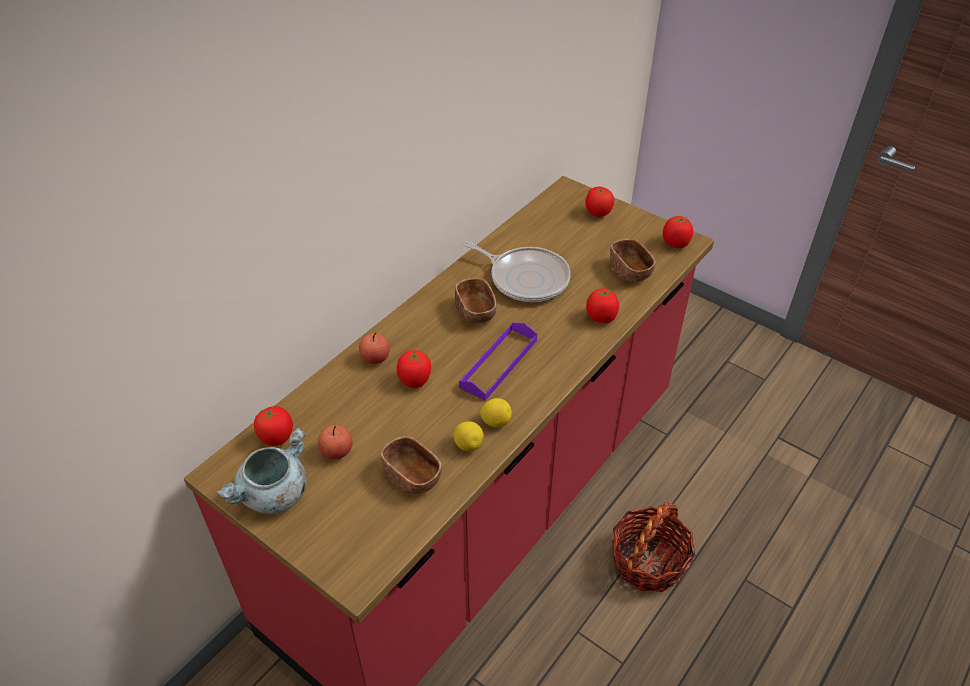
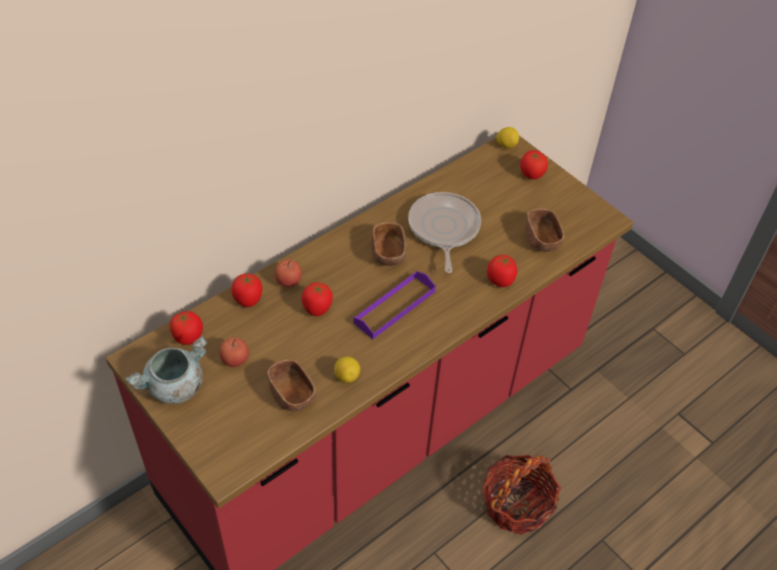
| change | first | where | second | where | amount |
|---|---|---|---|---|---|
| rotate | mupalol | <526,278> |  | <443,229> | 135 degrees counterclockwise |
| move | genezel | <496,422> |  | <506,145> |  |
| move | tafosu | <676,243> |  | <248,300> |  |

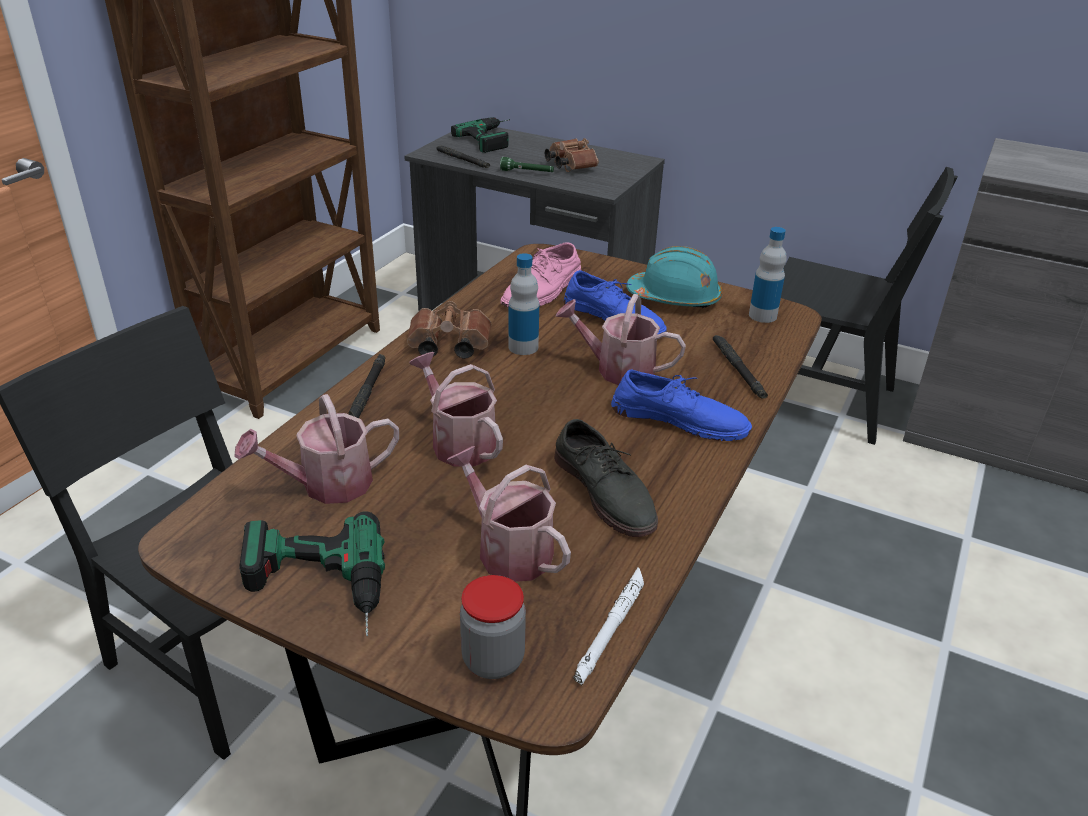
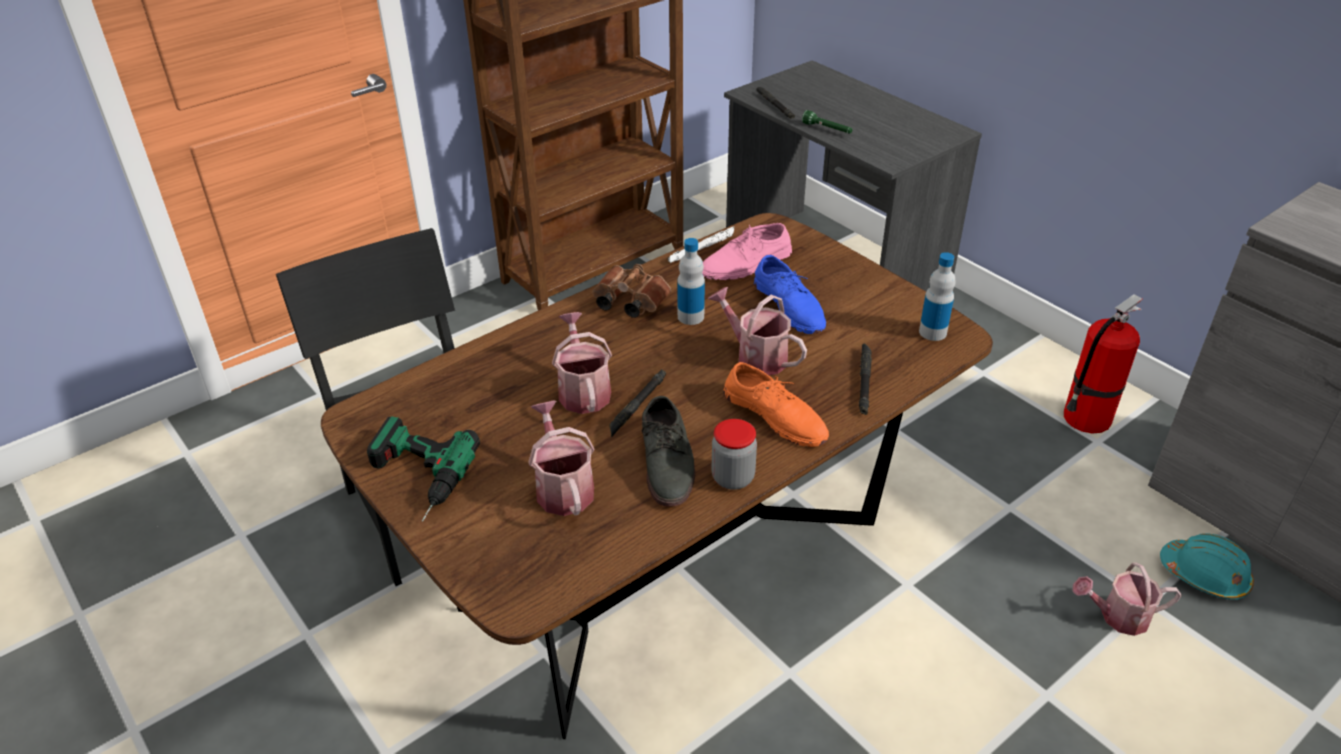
| change | first | where | second | where | amount |
|---|---|---|---|---|---|
| move | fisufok | <326,485> |  | <1117,616> |  |
| move | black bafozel | <368,392> |  | <637,406> |  |
| delete | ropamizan | <494,138> |  |  |  |
| move | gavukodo | <493,660> |  | <733,478> |  |
| delete | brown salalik | <569,165> |  |  |  |
| move | white bafozel | <611,628> |  | <702,248> |  |
| recolor | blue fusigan | <679,419> | orange fusigan | <775,415> |  |
| move | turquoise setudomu | <674,298> |  | <1204,575> |  |
| replace | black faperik | <821,399> | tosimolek | <1085,419> |  |

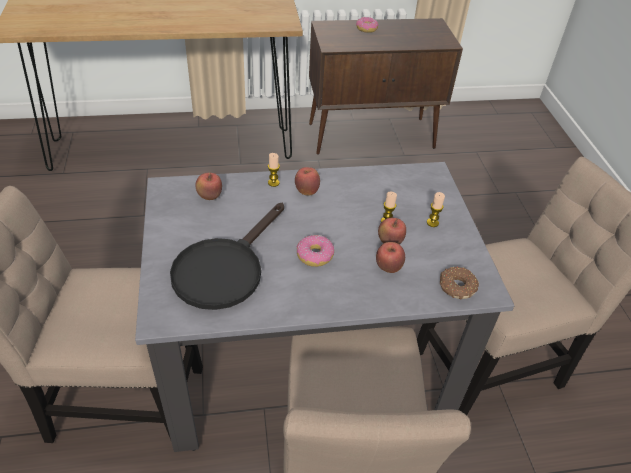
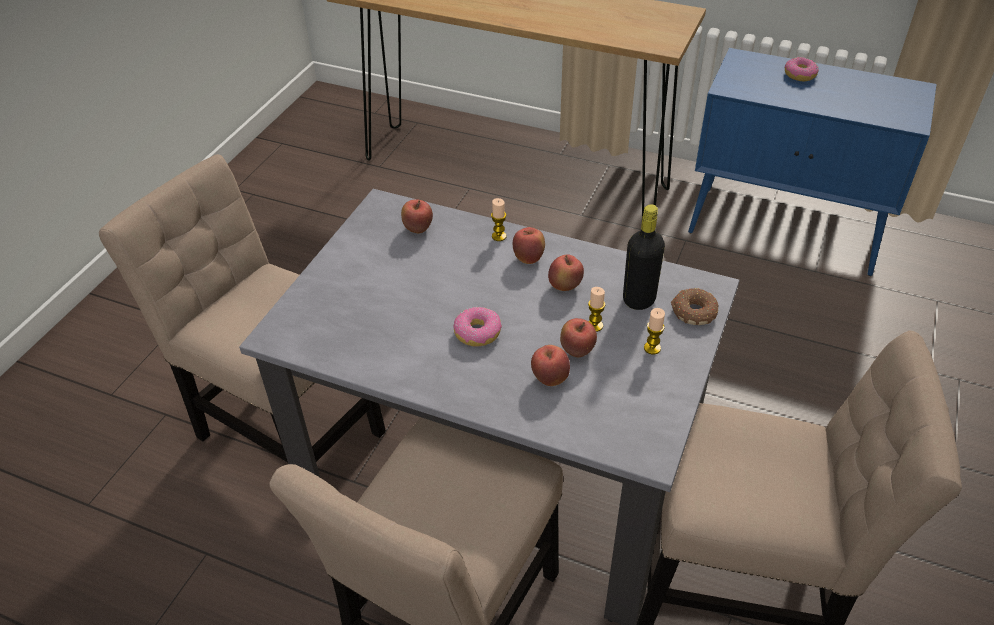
| change | first | where | second | where | amount |
|---|---|---|---|---|---|
| delete | black mupalol | <224,268> |  |  |  |
| recolor | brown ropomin | <372,136> | blue ropomin | <786,231> |  |
| move | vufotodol | <456,287> |  | <693,312> |  |
| insert |  |  | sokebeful | <565,286> |  |
| insert |  |  | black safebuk | <639,299> |  |

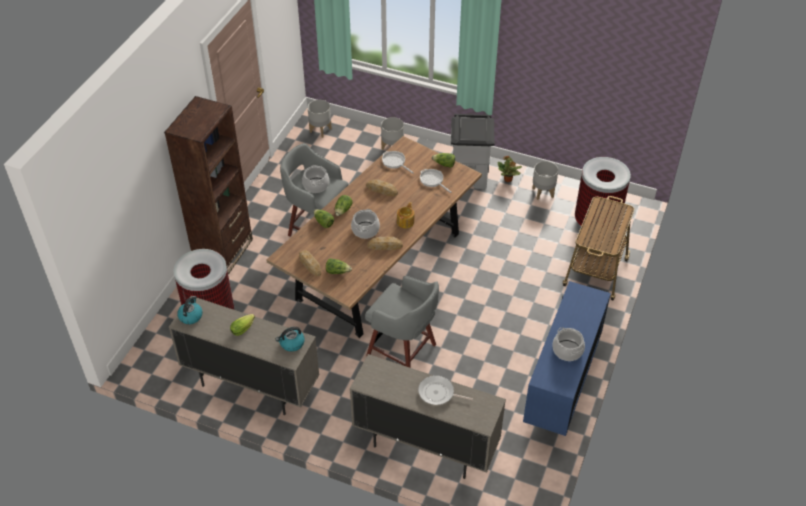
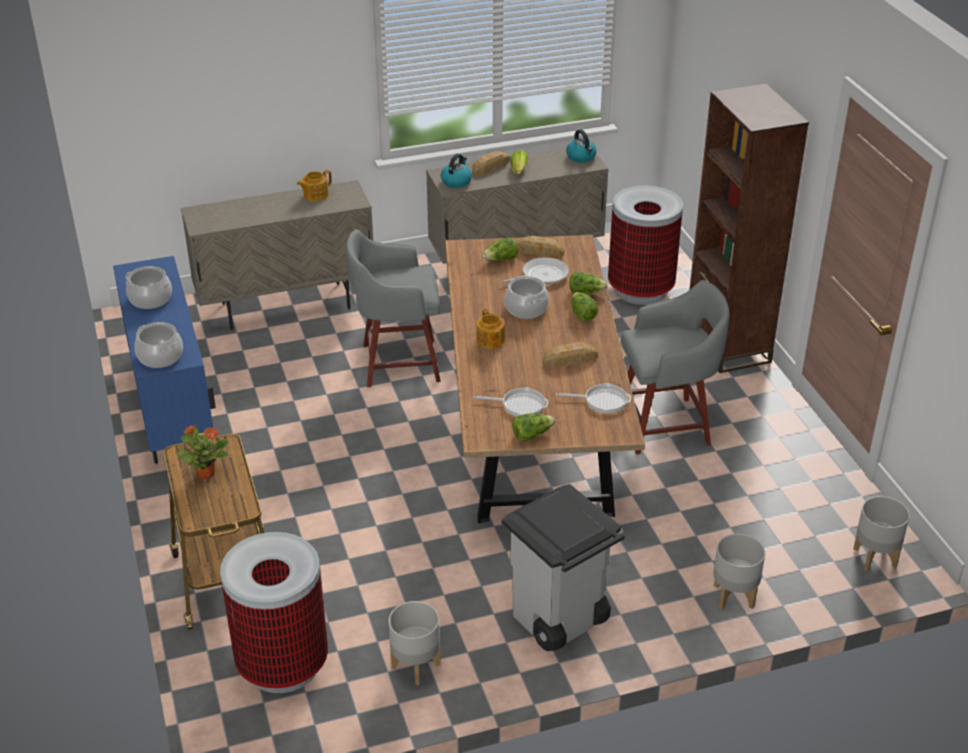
| change | first | where | second | where | amount |
|---|---|---|---|---|---|
| move | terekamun | <316,185> |  | <160,357> |  |
| move | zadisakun | <385,246> |  | <491,167> |  |
| move | mupalol | <438,393> |  | <542,275> |  |
| move | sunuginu | <508,179> |  | <205,473> |  |
| insert |  |  | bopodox | <315,195> |  |

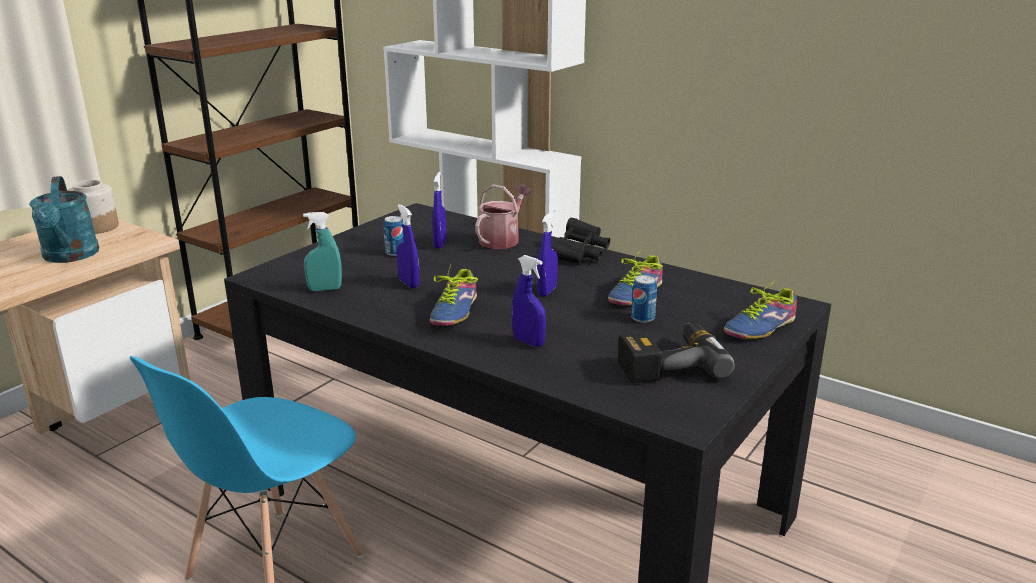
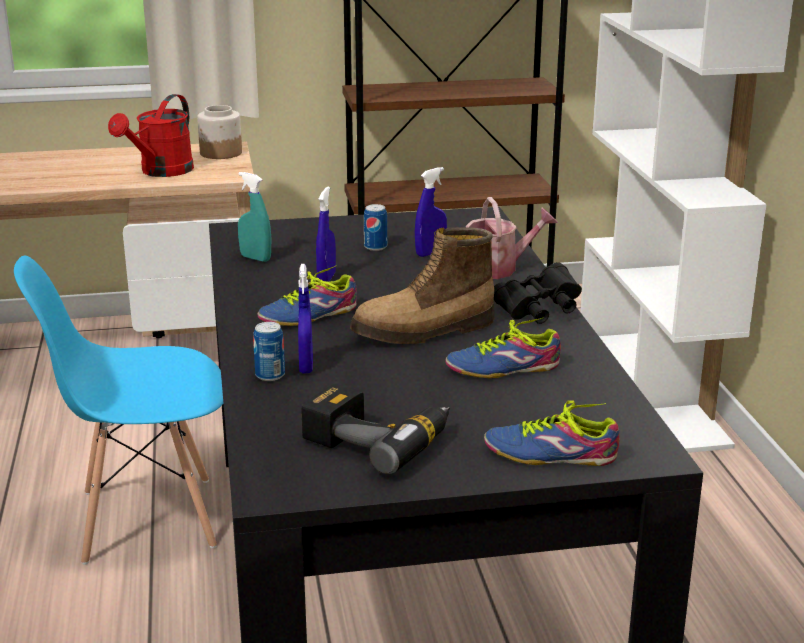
| change | first | where | second | where | amount |
|---|---|---|---|---|---|
| recolor | turquoise fisufok | <70,256> | red fisufok | <161,172> |  |
| replace | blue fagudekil | <547,291> | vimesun | <425,331> |  |
| move | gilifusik | <642,318> |  | <270,375> |  |

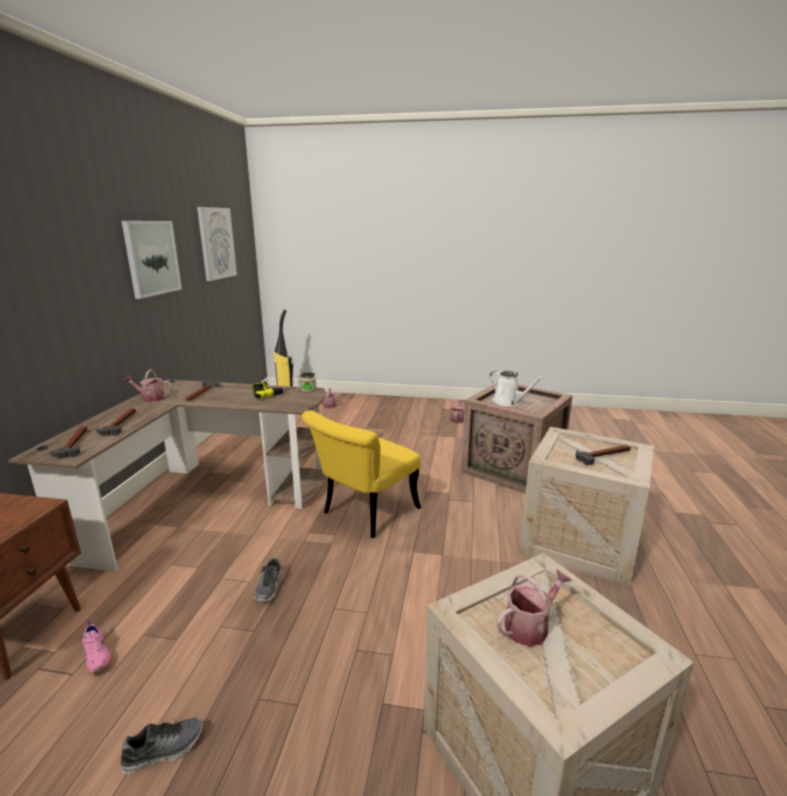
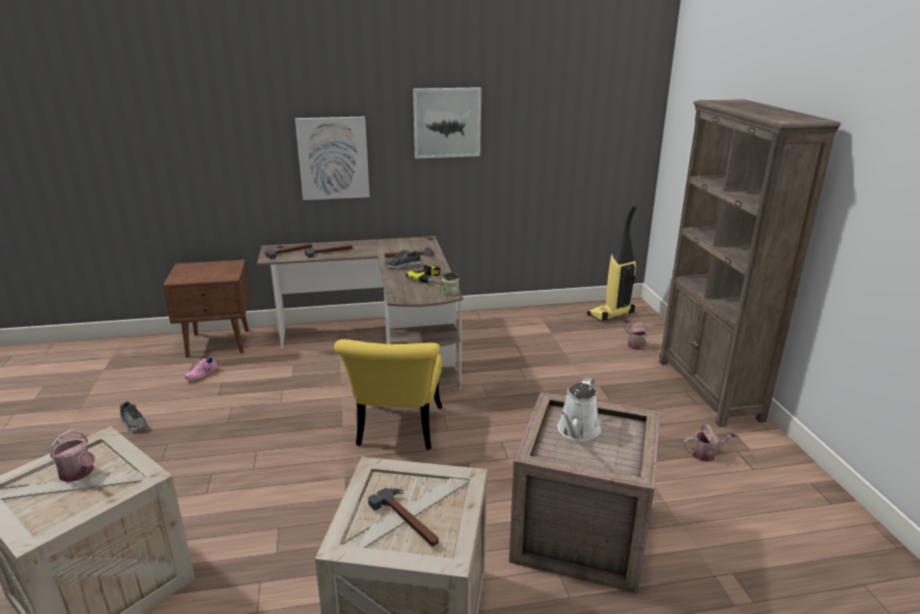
| change | first | where | second | where | amount |
|---|---|---|---|---|---|
| delete | fisufok | <150,398> |  |  |  |
| move | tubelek | <216,243> |  | <333,158> |  |
| move | fusigan | <269,587> |  | <402,266> |  |
| rotate | yellow faperik | <364,514> |  | <397,432> | 105 degrees counterclockwise |
| insert |  |  | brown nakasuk | <709,390> |  |

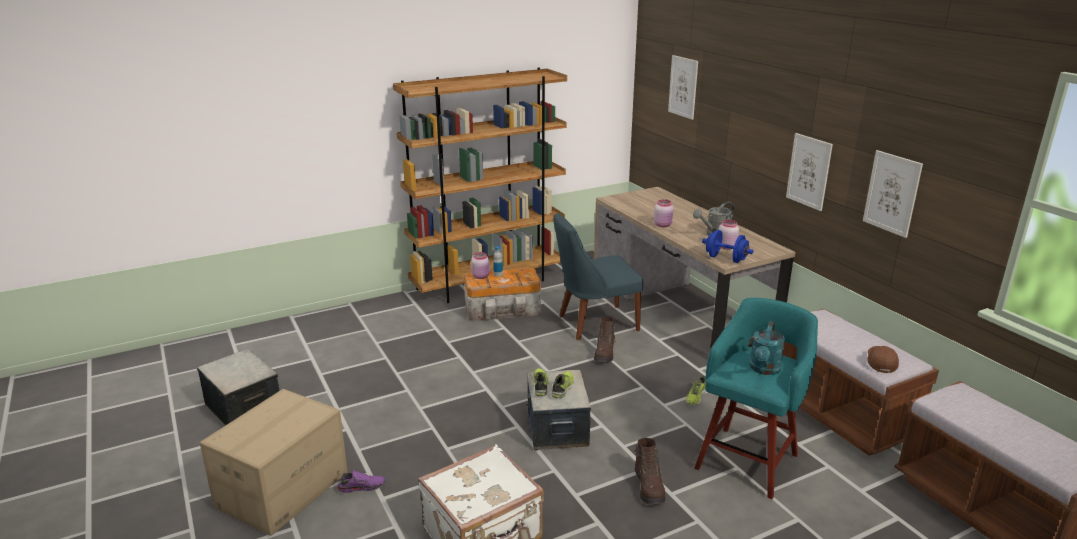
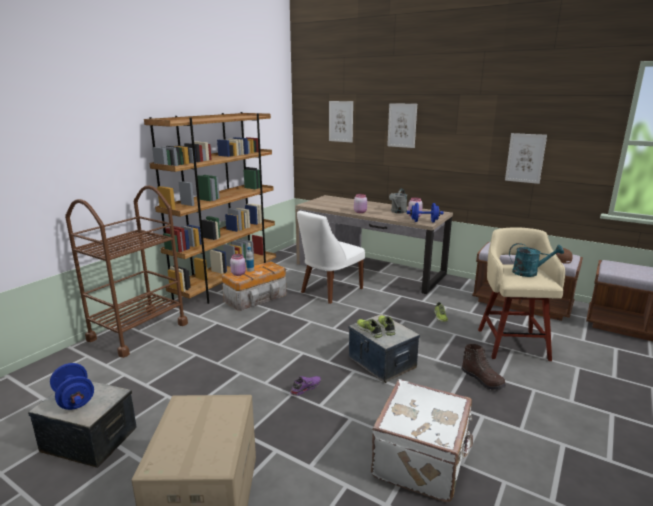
| change | first | where | second | where | amount |
|---|---|---|---|---|---|
| move | purple fusigan | <362,486> |  | <305,388> |  |
| recolor | blue faperik | <594,323> | white faperik | <329,291> |  |
| delete | brown vimesun | <604,353> |  |  |  |
| recolor | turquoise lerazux | <748,460> | beige lerazux | <512,343> |  |
| rotate | turquoise fisufok | <764,370> |  | <529,273> | 75 degrees counterclockwise |
| move | tubelek | <809,171> |  | <402,125> |  |
| insert |  |  | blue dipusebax | <75,399> |  |
| insert |  |  | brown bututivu | <138,331> |  |

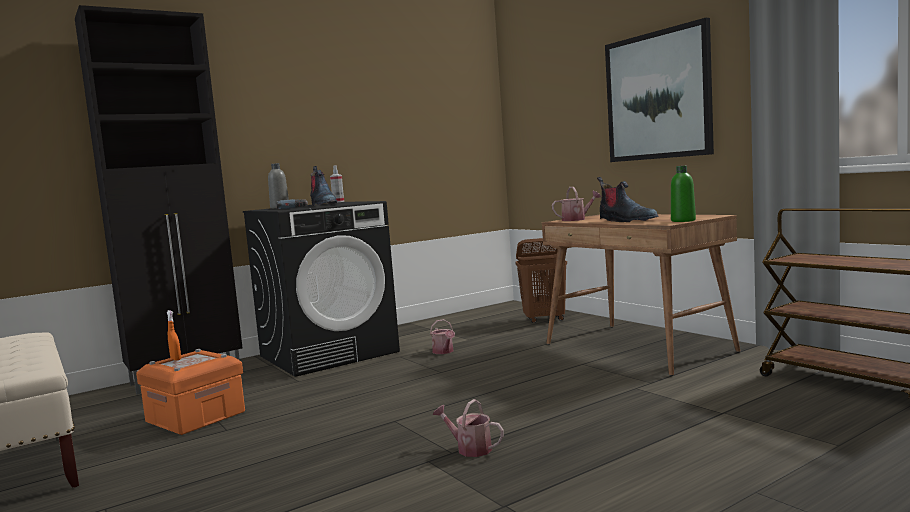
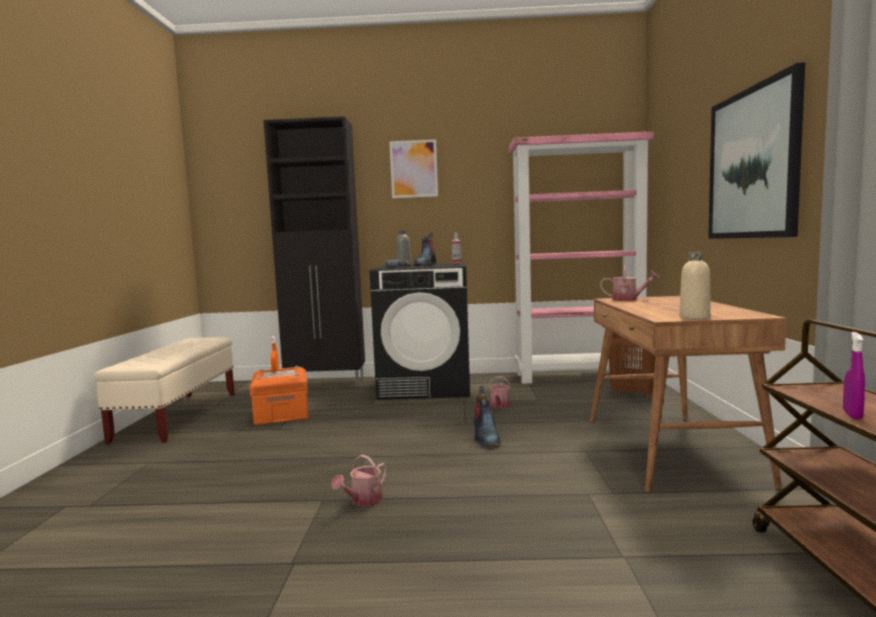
| change | first | where | second | where | amount |
|---|---|---|---|---|---|
| rotate | fisufok | <470,448> |  | <363,501> | 120 degrees counterclockwise |
| move | vimesun | <626,221> |  | <485,436> |  |
| recolor | green safebuk | <683,221> | beige safebuk | <694,317> |  |
| insert |  |  | tubelek | <413,169> |  |
| insert |  |  | pink nakasuk | <579,376> |  |
| insert |  |  | purple fagudekil | <852,415> |  |

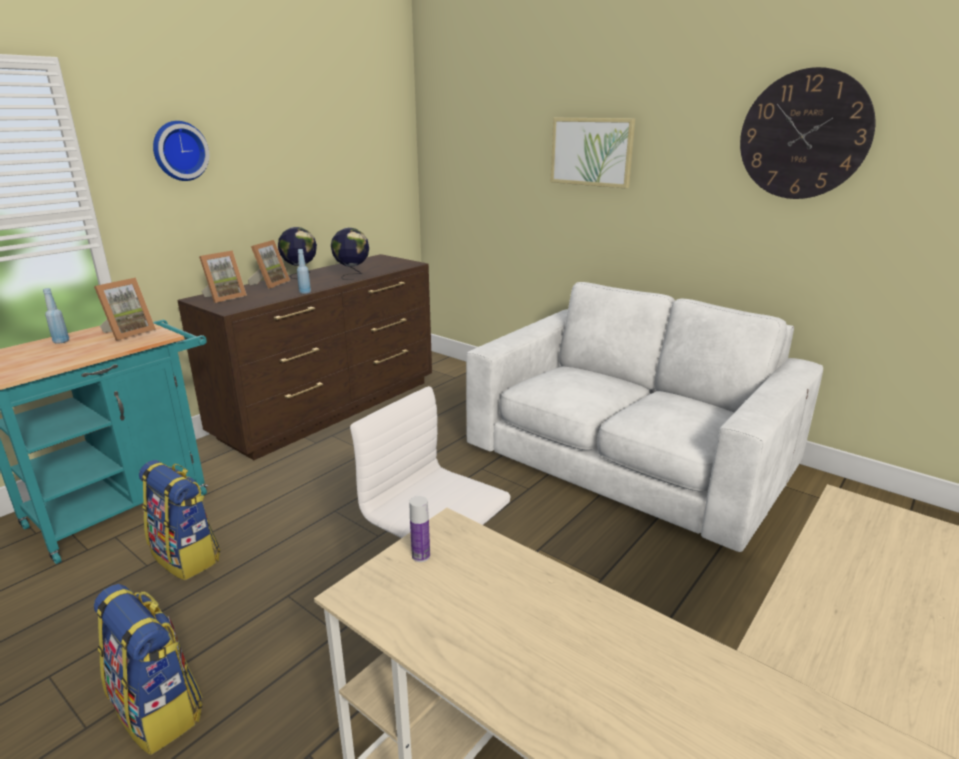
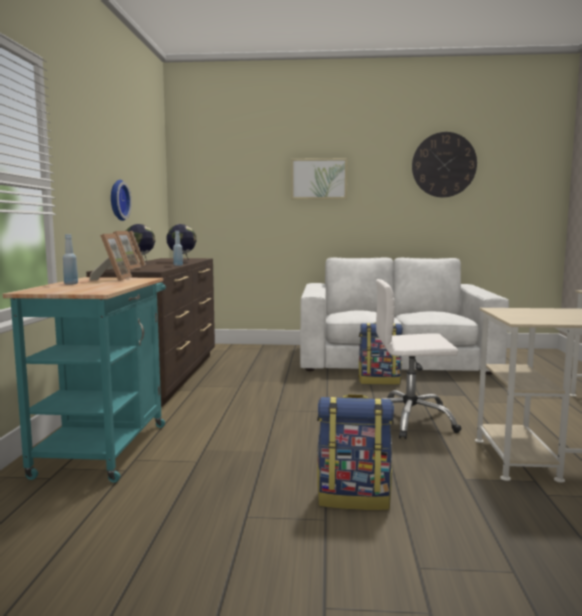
| change | first | where | second | where | amount |
|---|---|---|---|---|---|
| move | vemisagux | <187,557> |  | <379,381> |  |
| move | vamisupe | <179,151> |  | <117,200> |  |
| delete | safebuk | <421,556> |  |  |  |

